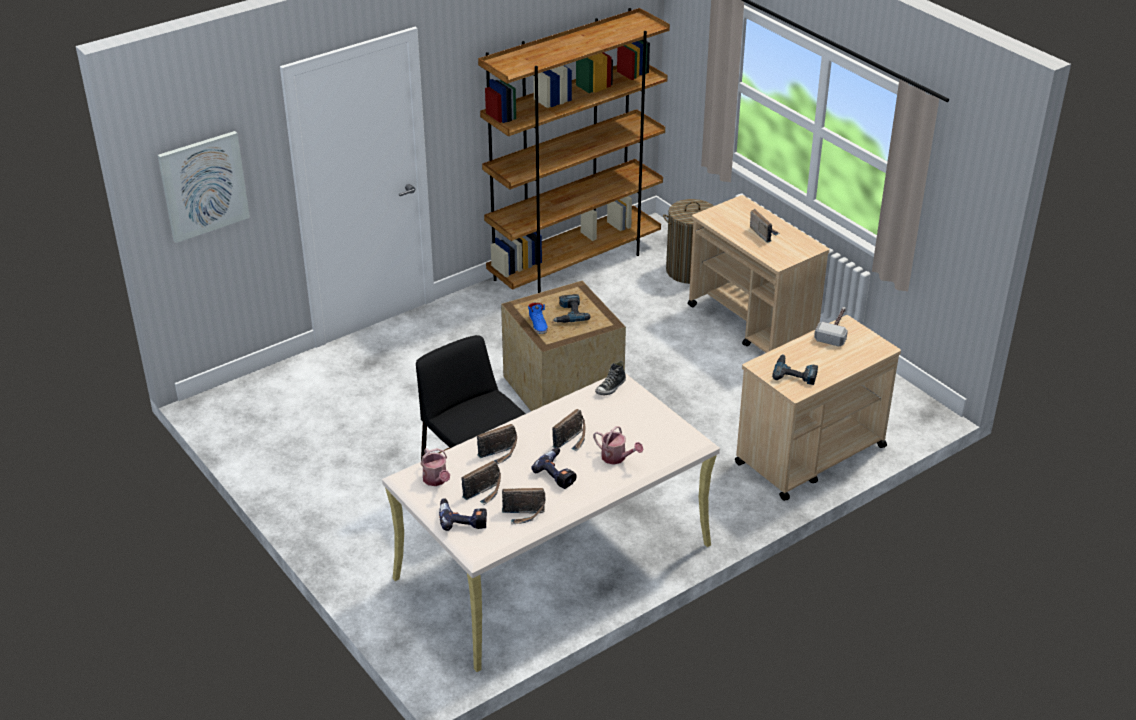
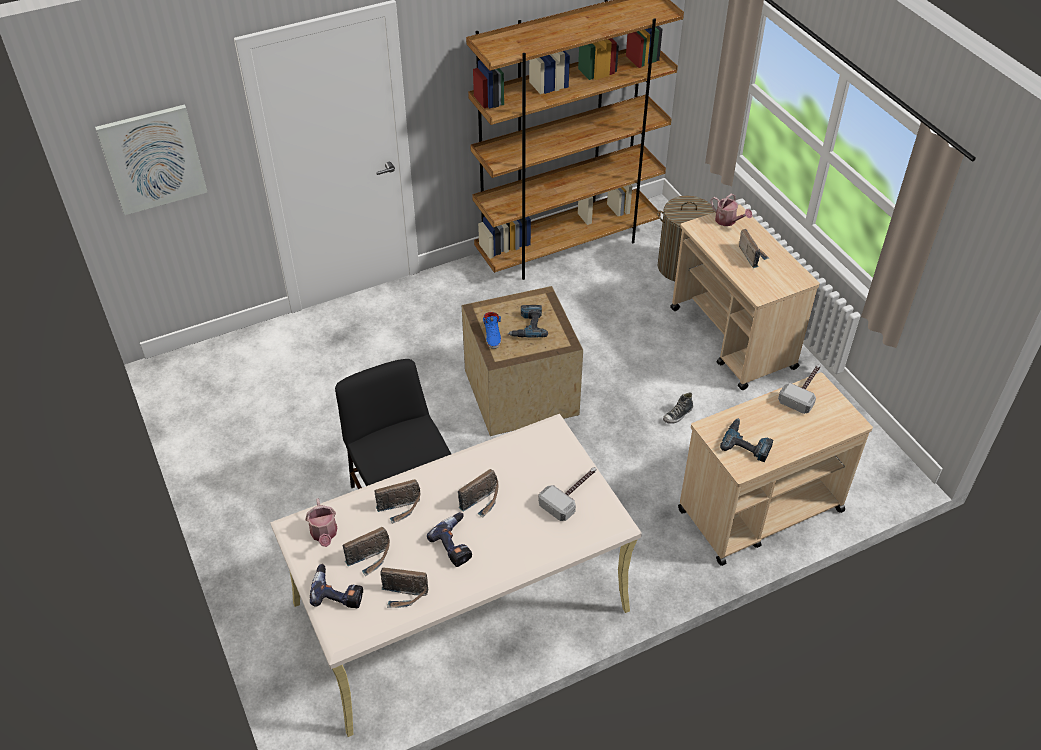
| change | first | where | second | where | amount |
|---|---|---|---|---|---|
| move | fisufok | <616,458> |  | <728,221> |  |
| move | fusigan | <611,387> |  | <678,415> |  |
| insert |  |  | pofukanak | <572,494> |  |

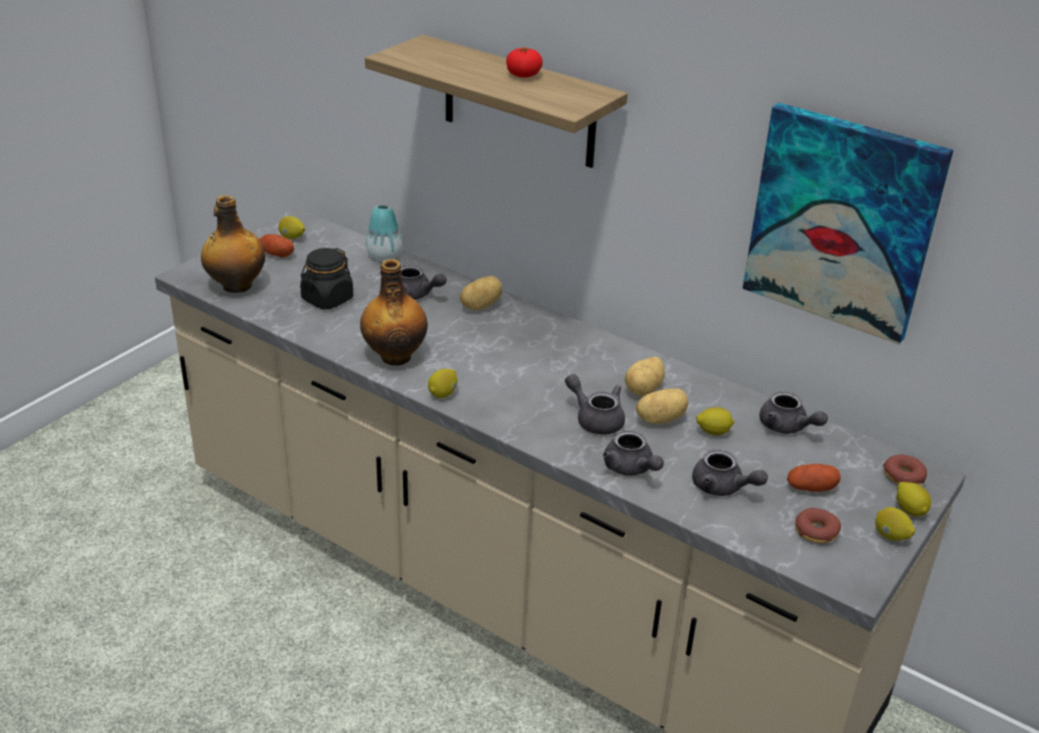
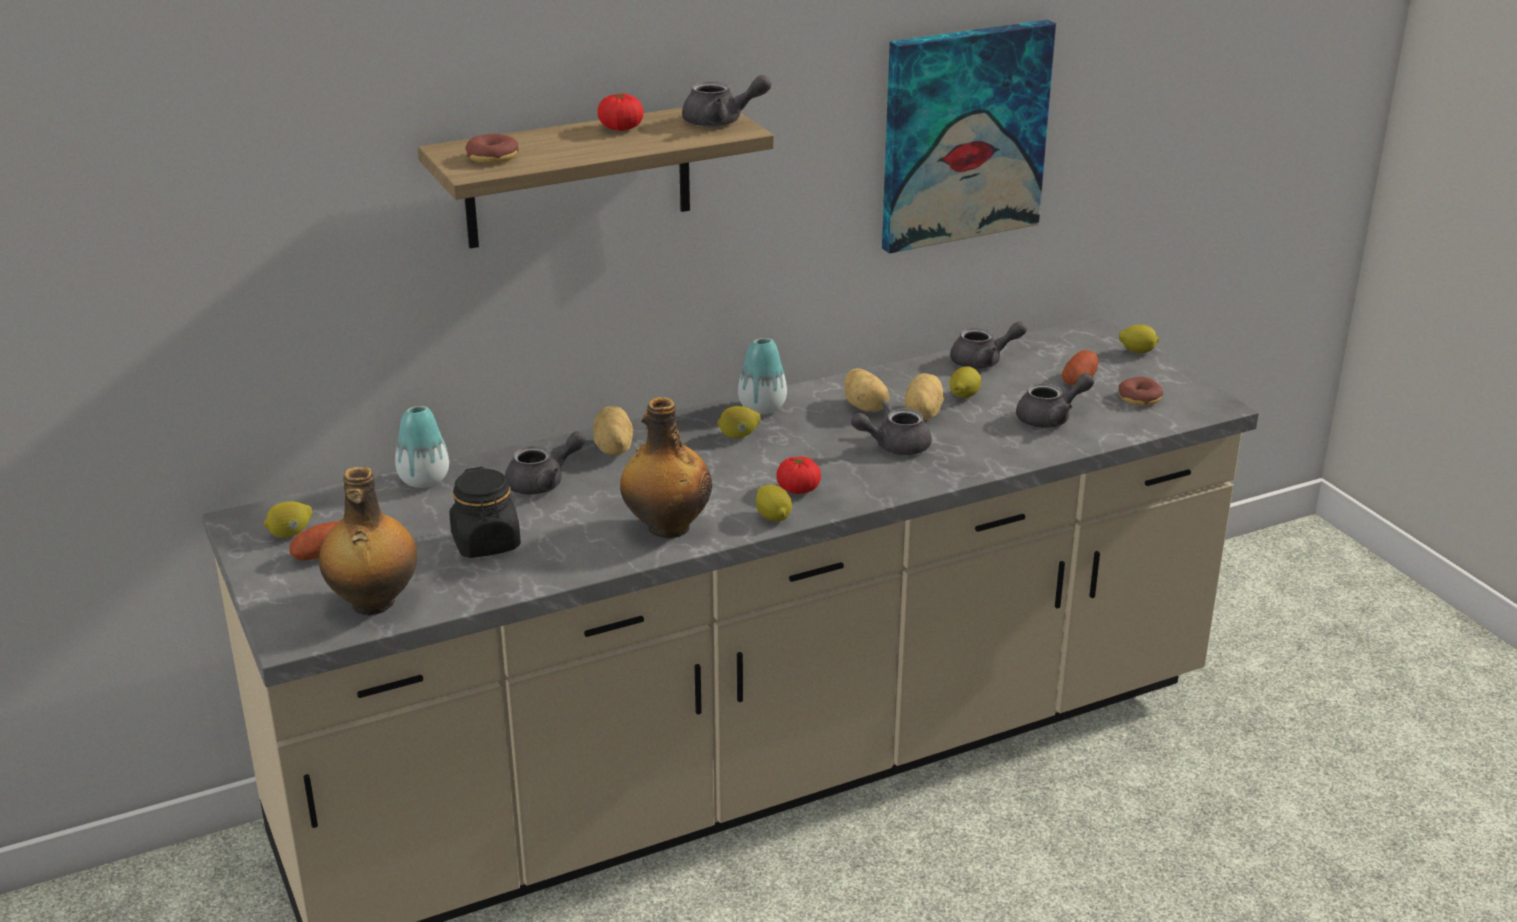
| change | first | where | second | where | amount |
|---|---|---|---|---|---|
| move | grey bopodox | <631,468> |  | <721,121> |  |
| move | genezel | <890,536> |  | <738,436> |  |
| move | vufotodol | <903,476> |  | <492,158> |  |
| insert |  |  | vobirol | <762,408> |  |
| insert |  |  | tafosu | <798,489> |  |

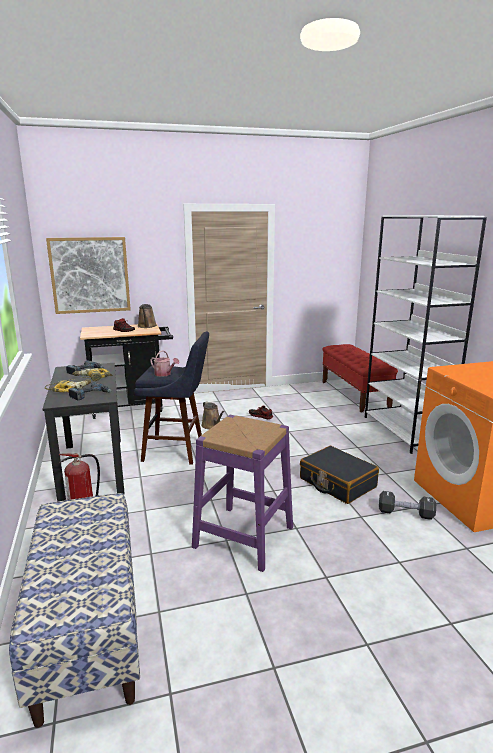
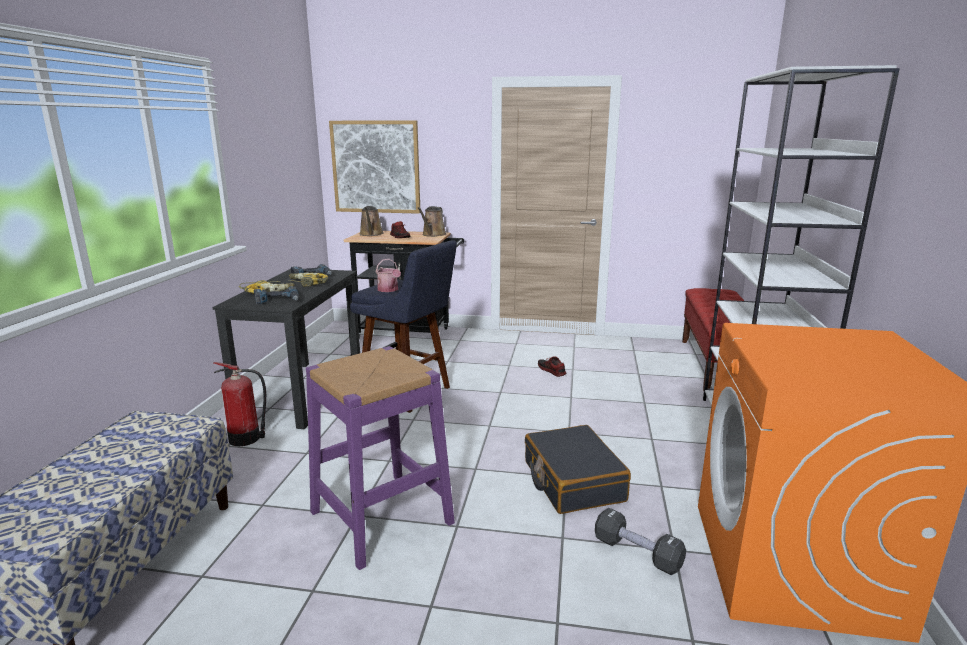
| change | first | where | second | where | amount |
|---|---|---|---|---|---|
| move | brown fisufok | <212,426> |  | <371,234> |  |

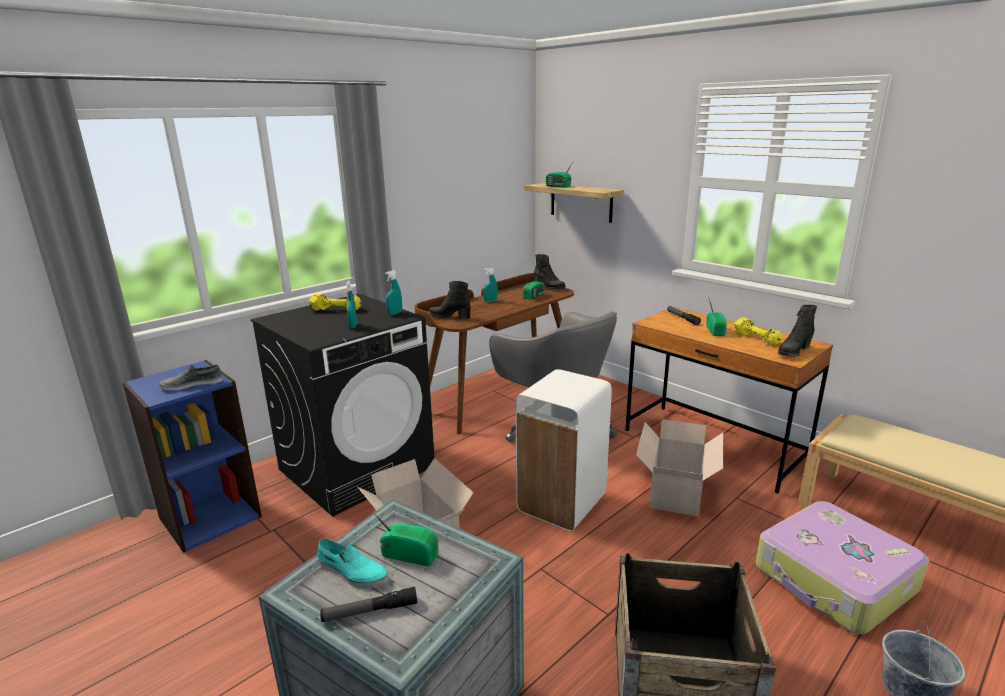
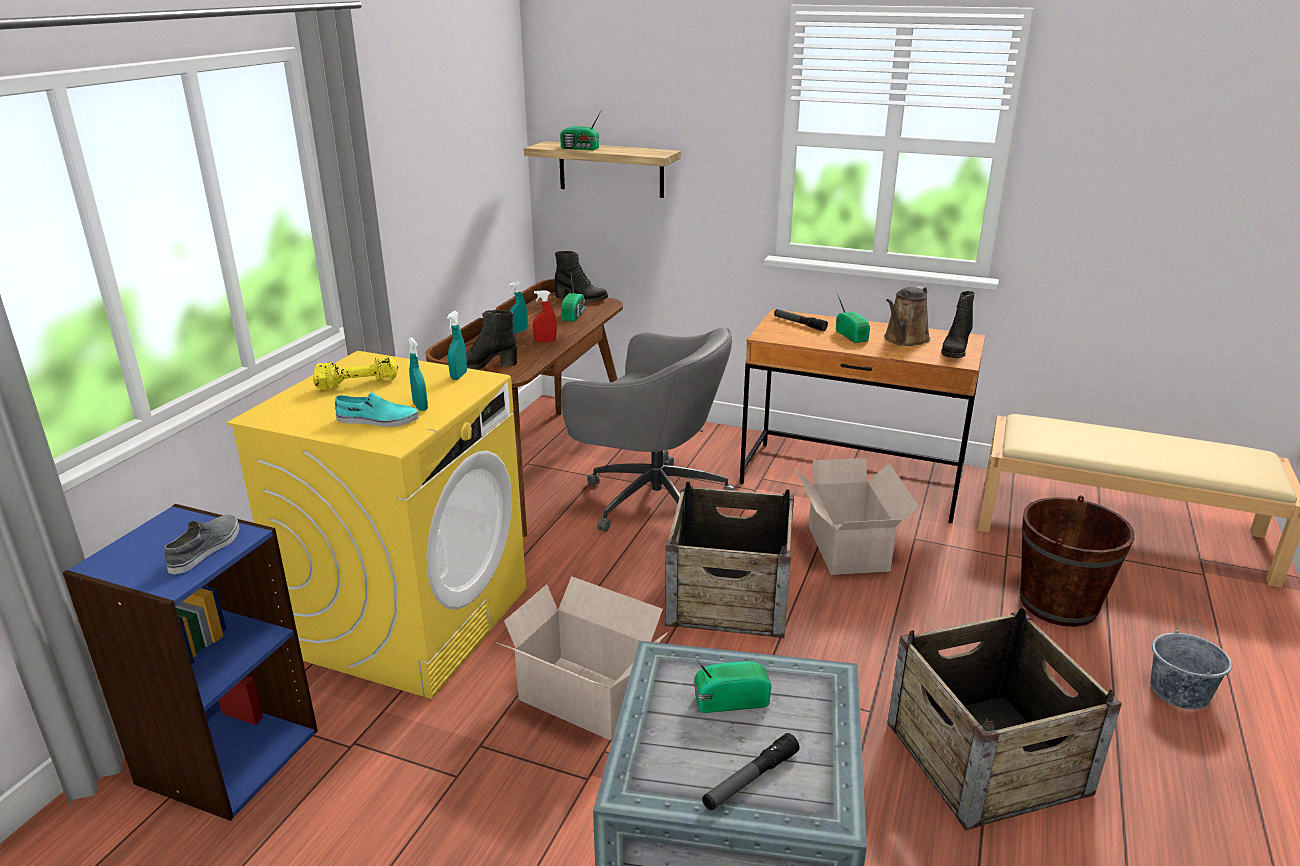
| change | first | where | second | where | amount |
|---|---|---|---|---|---|
| rotate | grey fusigan | <192,384> |  | <206,549> | 150 degrees clockwise |
| recolor | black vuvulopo | <357,467> | yellow vuvulopo | <411,619> |  |
| move | turquoise fusigan | <352,572> |  | <377,420> |  |
| replace | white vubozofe | <563,503> | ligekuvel | <729,596> |  |
| replace | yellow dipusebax | <757,338> | brown fisufok | <904,339> |  |
| replace | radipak | <834,580> | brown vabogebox | <1058,604> |  |
| insert |  |  | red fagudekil | <545,341> |  |

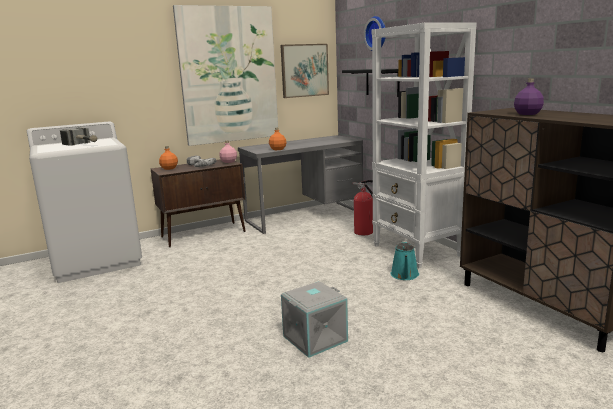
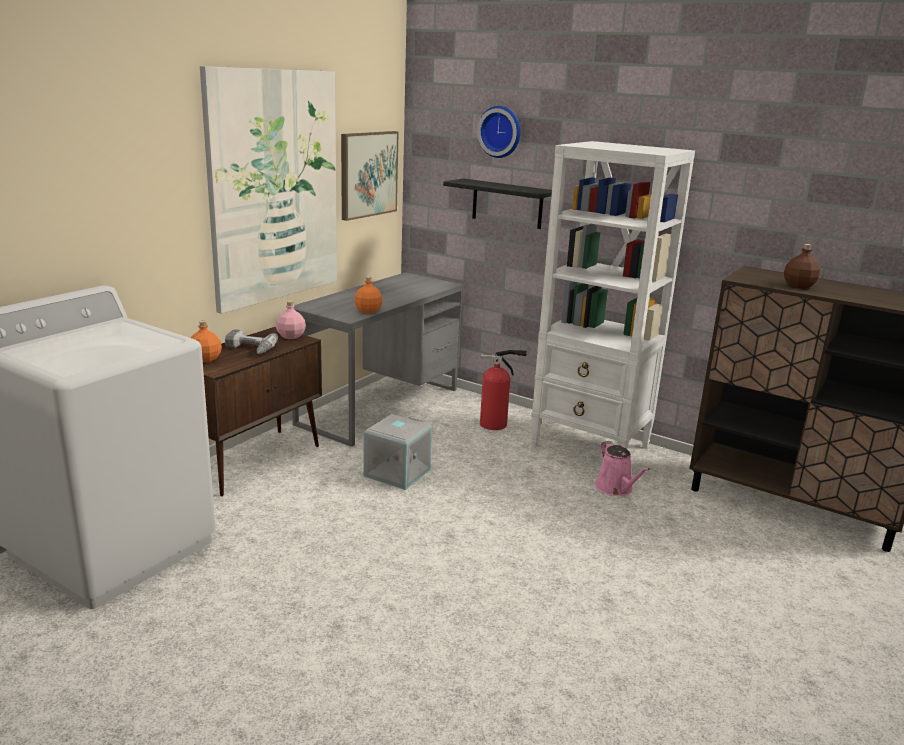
| change | first | where | second | where | amount |
|---|---|---|---|---|---|
| delete | pofukanak | <83,144> |  |  |  |
| move | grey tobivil | <315,338> |  | <396,472> |  |
| recolor | turquoise fisufok | <405,275> | pink fisufok | <616,488> |  |
| recolor | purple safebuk | <527,114> | brown safebuk | <799,286> |  |

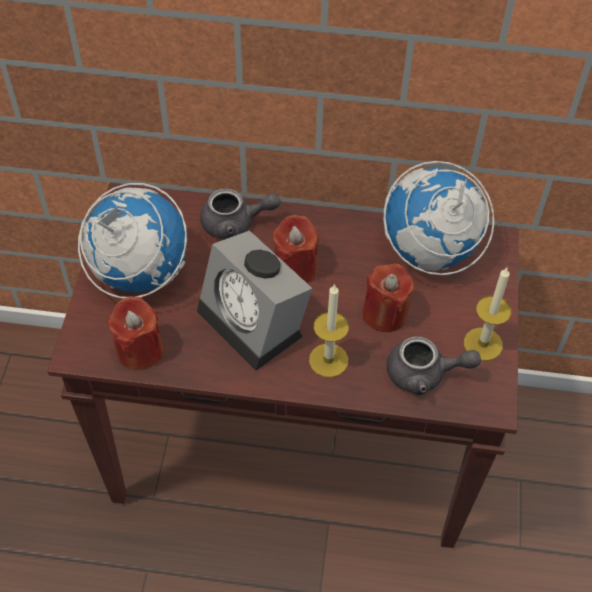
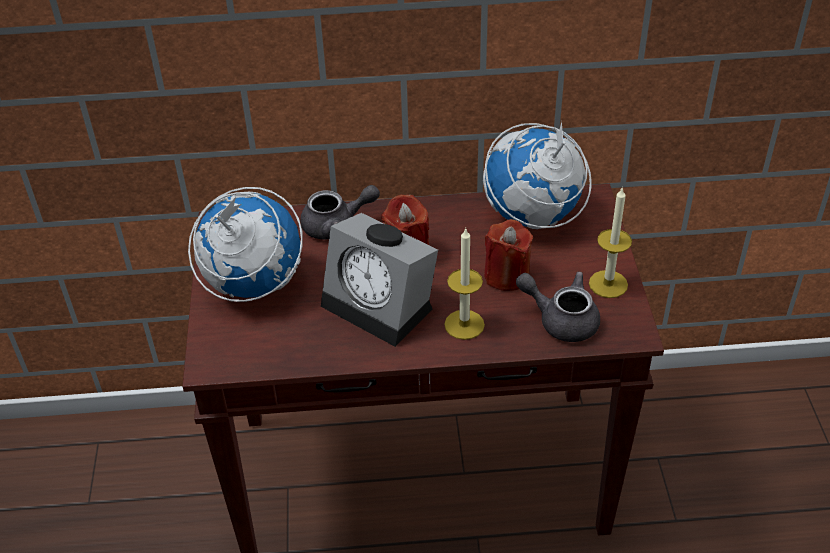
| change | first | where | second | where | amount |
|---|---|---|---|---|---|
| delete | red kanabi | <139,350> |  |  |  |
| rotate | grey bopodox | <424,374> |  | <561,319> | 150 degrees counterclockwise |

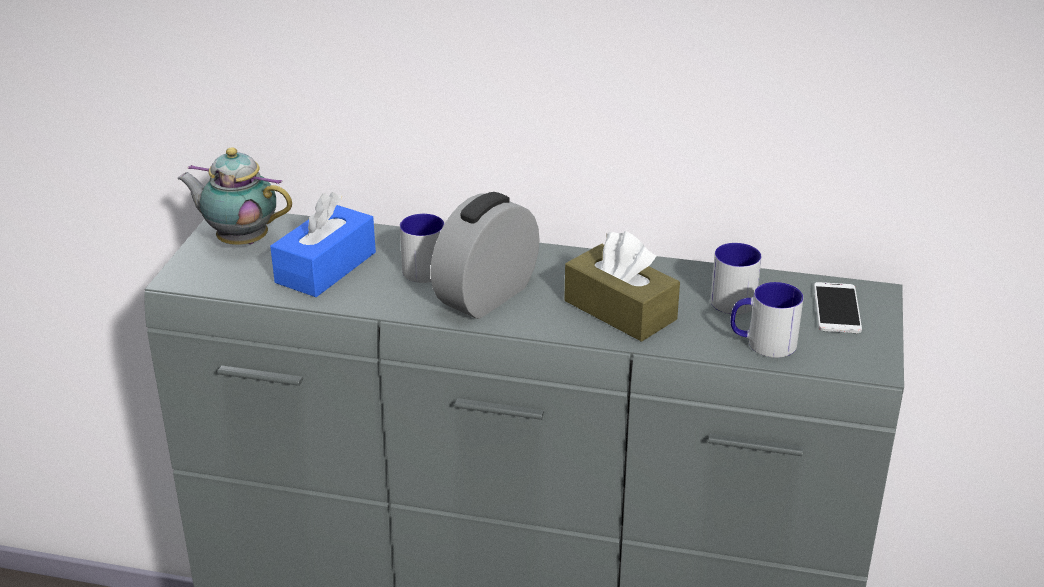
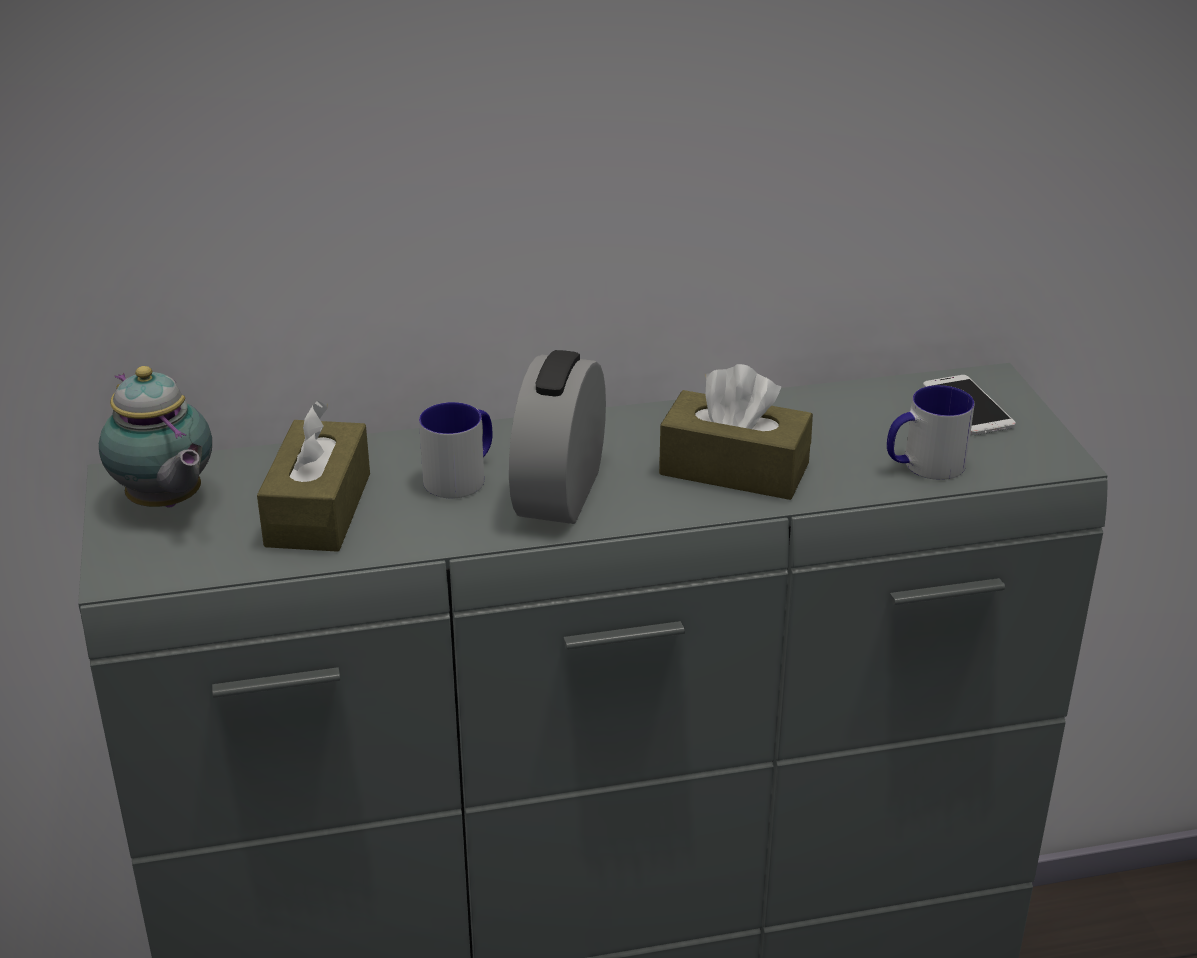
| change | first | where | second | where | amount |
|---|---|---|---|---|---|
| rotate | bopodox | <240,241> |  | <166,504> | 120 degrees counterclockwise |
| recolor | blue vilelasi | <326,267> | brown vilelasi | <318,509> |  |
| delete | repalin | <735,297> |  |  |  |

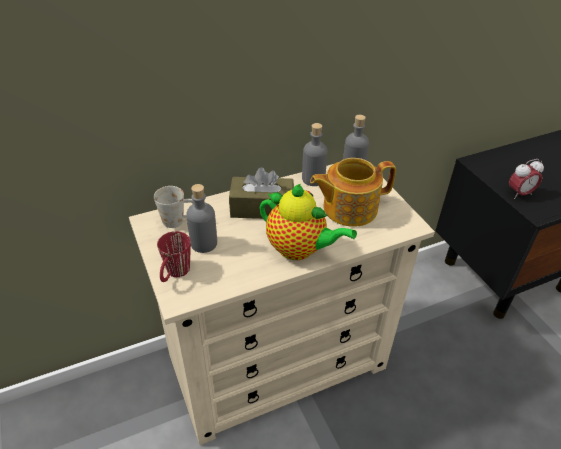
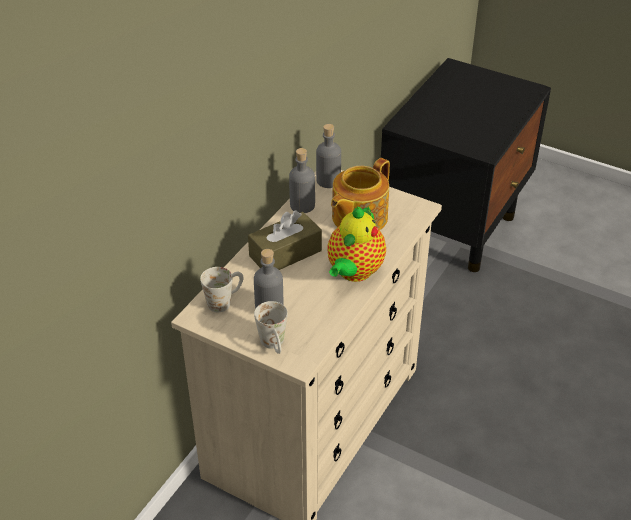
| change | first | where | second | where | amount |
|---|---|---|---|---|---|
| recolor | red repalin | <175,274> | white repalin | <274,345> |  |
| rotate | bopodox | <299,249> |  | <354,272> | 120 degrees clockwise |
| delete | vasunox | <519,194> |  |  |  |

